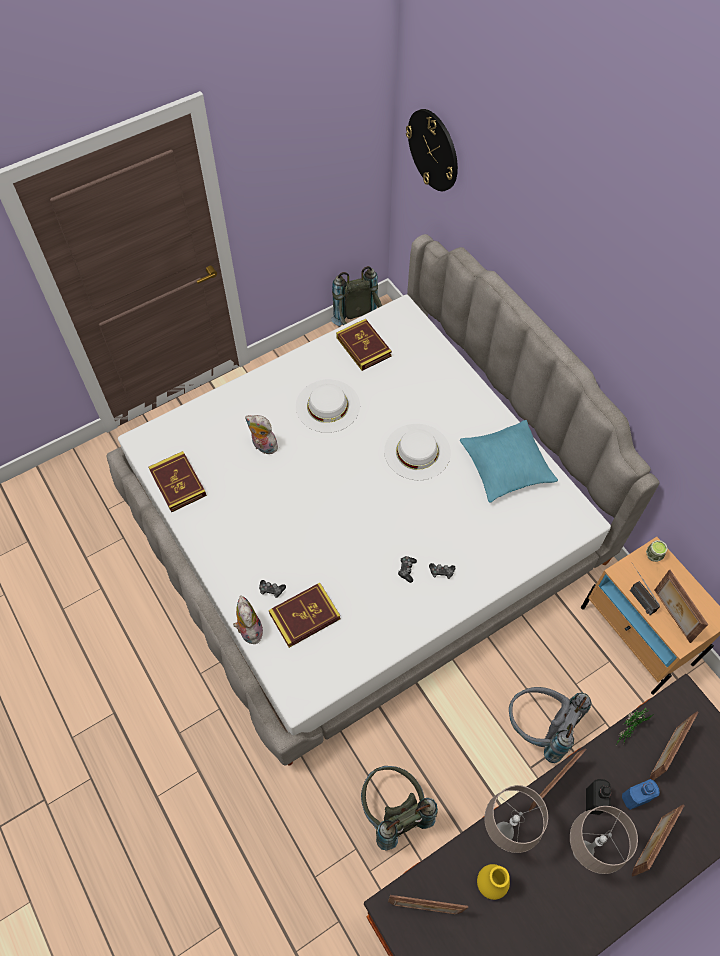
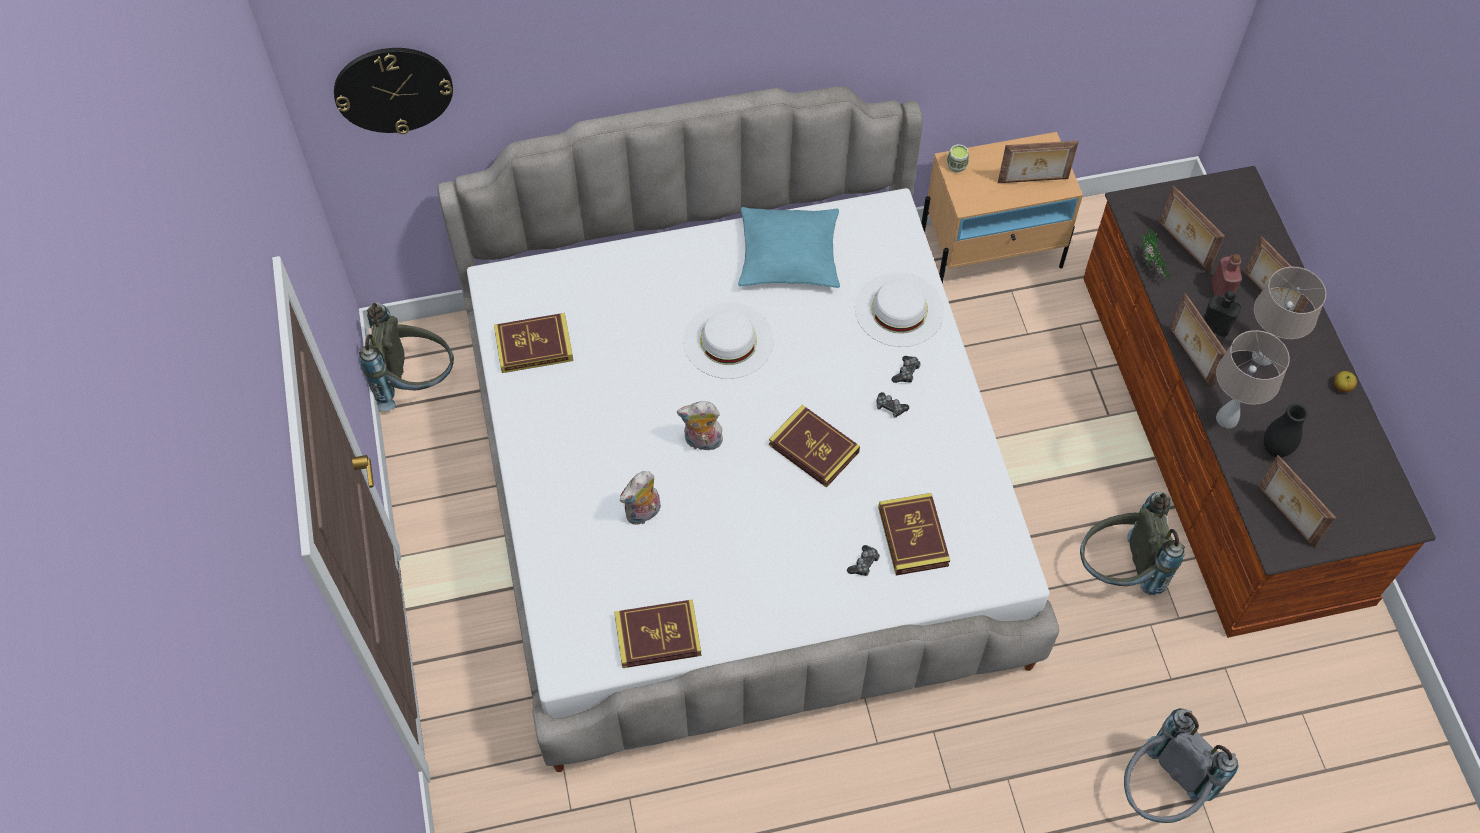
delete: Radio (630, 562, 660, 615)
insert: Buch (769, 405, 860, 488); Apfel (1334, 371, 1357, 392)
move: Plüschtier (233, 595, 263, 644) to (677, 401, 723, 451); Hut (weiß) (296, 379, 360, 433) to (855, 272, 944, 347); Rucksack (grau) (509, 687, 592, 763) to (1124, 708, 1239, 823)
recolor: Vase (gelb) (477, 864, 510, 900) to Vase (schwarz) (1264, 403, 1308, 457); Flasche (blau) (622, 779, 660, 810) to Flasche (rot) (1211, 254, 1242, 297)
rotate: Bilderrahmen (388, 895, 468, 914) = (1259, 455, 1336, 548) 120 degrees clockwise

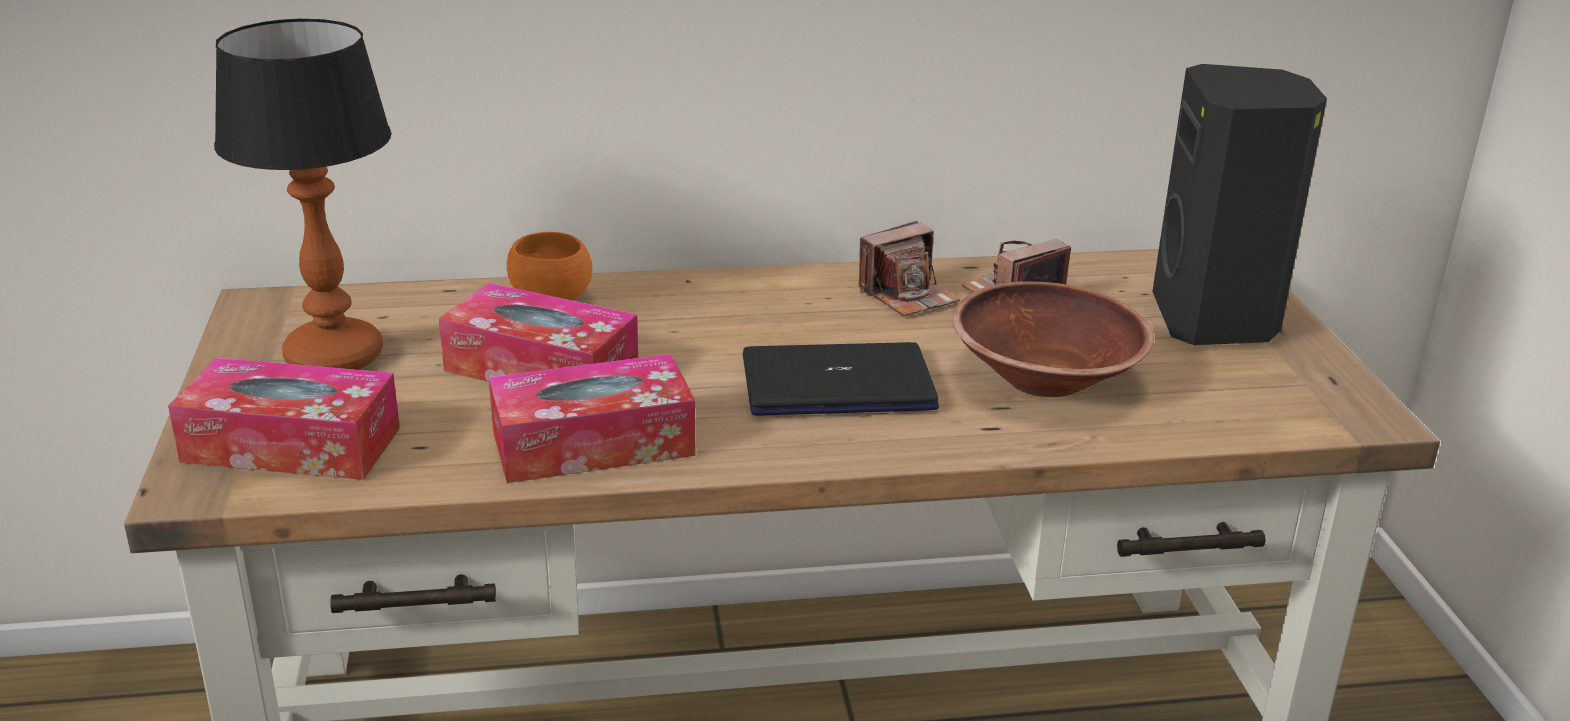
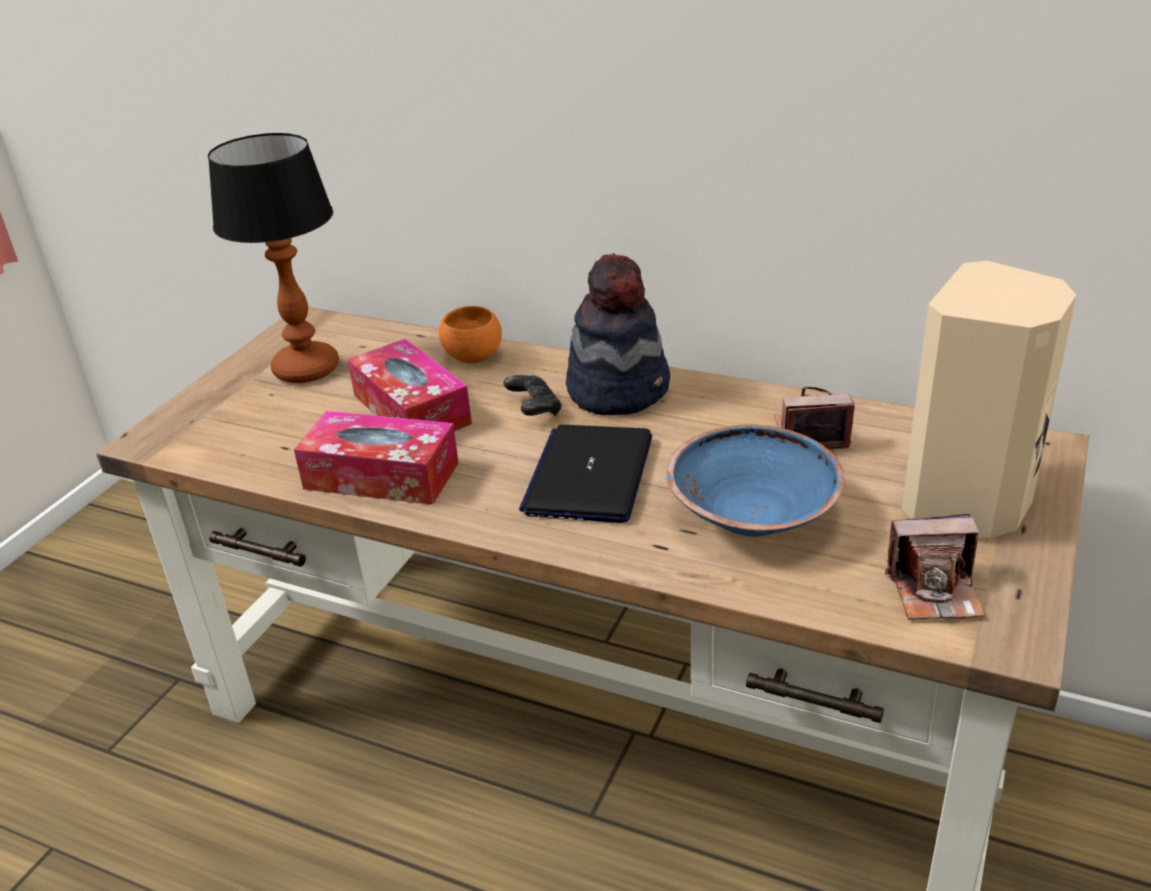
delete: Taschentuchbox (168, 358, 400, 480)
insert: Gamepad (schwarz) (503, 375, 562, 416); Hut (566, 253, 670, 415)
move: Kamera (858, 221, 960, 316) to (885, 514, 985, 620)
recolor: Schüssel (braun) (952, 281, 1154, 397) to Schüssel (blau) (666, 424, 845, 537); Lautsprecher (schwarz) (1152, 64, 1327, 345) to Lautsprecher (beige) (902, 261, 1076, 539)
rotate: Laptop (743, 342, 939, 416) = (519, 425, 652, 523) 105 degrees counterclockwise

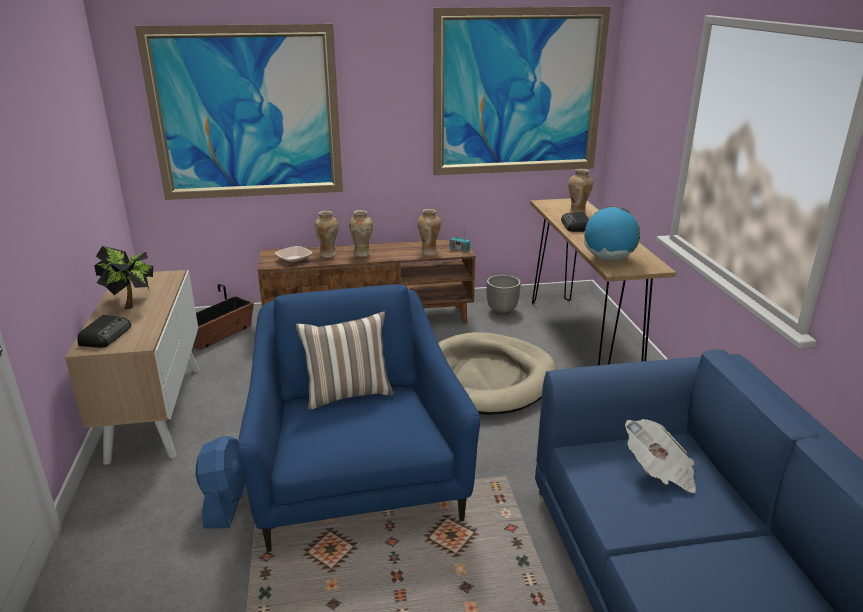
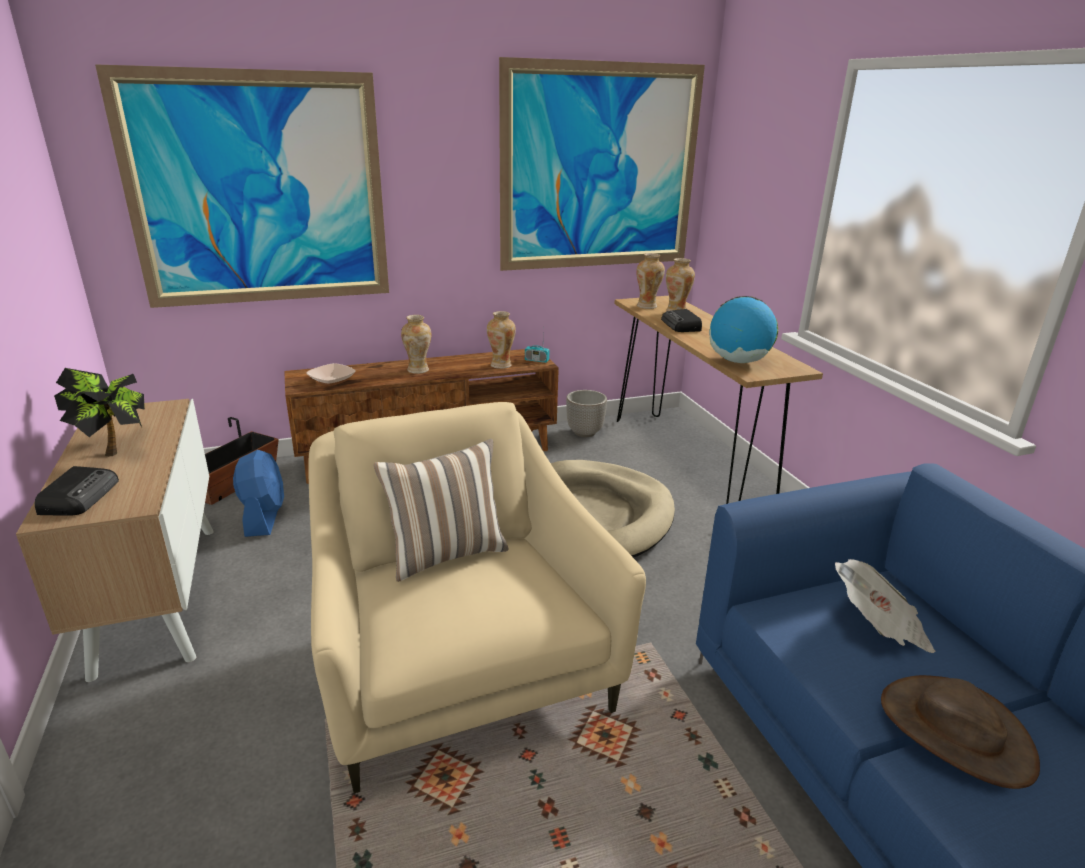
insert: Hut (braun) (881, 675, 1040, 789)
move: Ventilator (blau) (196, 436, 246, 528) to (233, 450, 284, 537); Vase (314, 211, 338, 258) to (636, 253, 665, 309)
recolor: Sessel (blau) (238, 284, 480, 552) to Sessel (beige) (308, 402, 646, 794)

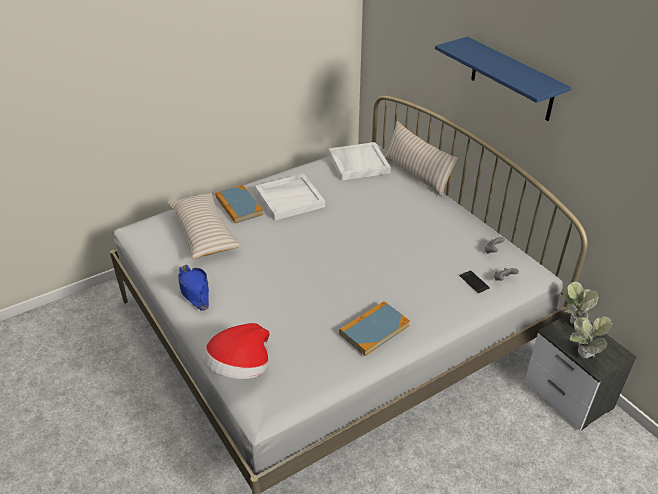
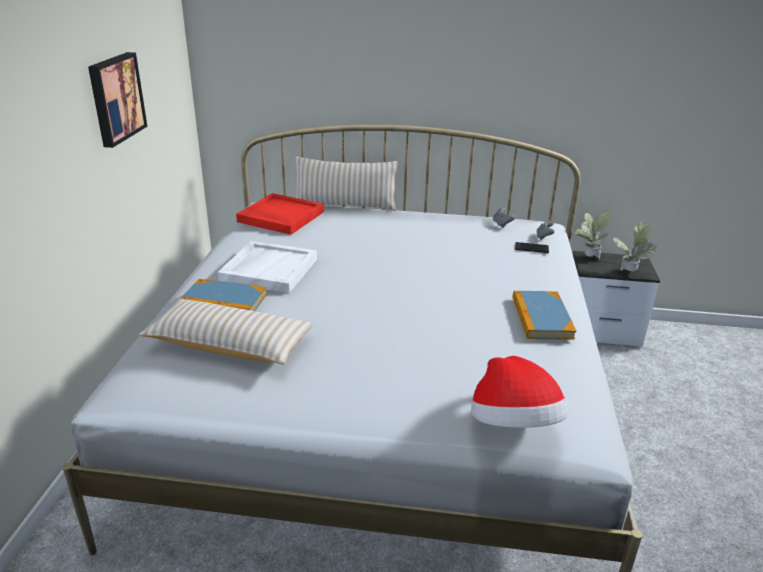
delete: Hut (blau) (178, 265, 209, 311); Wandregal (blau) (435, 37, 571, 121)
insert: Bild (88, 52, 147, 148)
recolor: Tablett (weiß) (329, 142, 391, 181) to Tablett (rot) (236, 193, 324, 235)

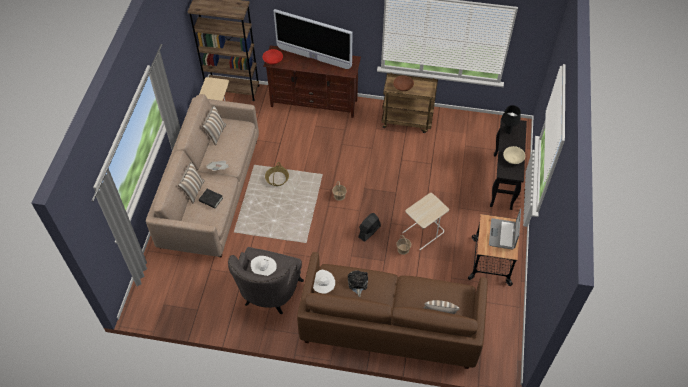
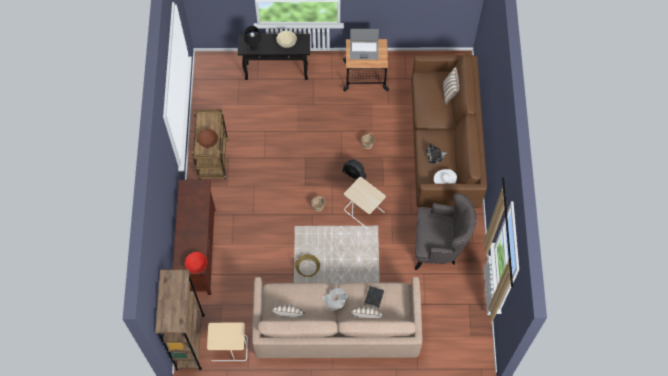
delete: Hut (weiß) (251, 256, 277, 276); Fernseher (273, 9, 353, 69)
move: Beistelltisch (beige) (402, 193, 449, 250) to (344, 177, 386, 230)

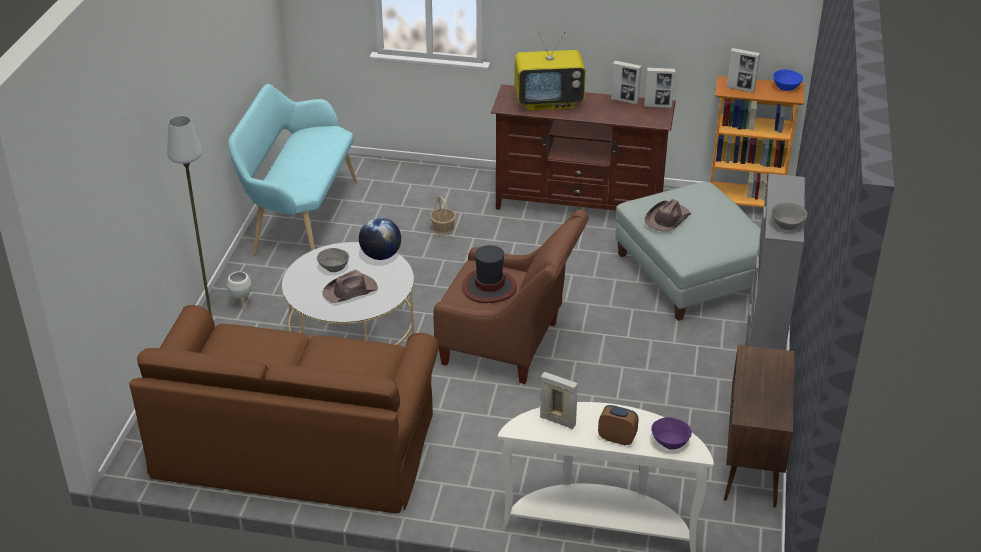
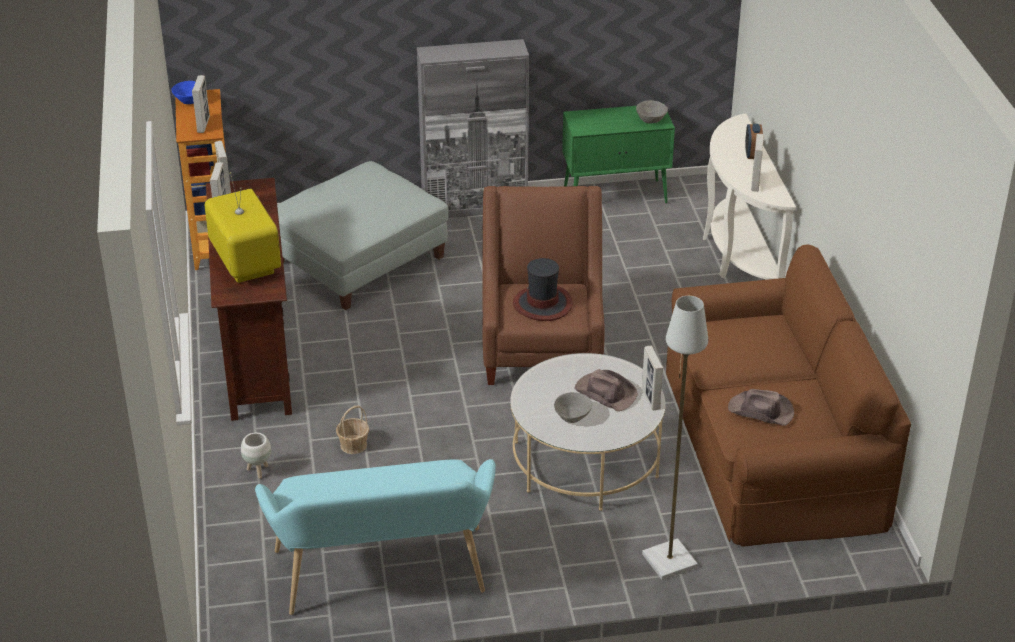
delete: Globus (359, 217, 401, 260); Schüssel (lila) (651, 417, 692, 450)
insert: Bilderrahmen (642, 346, 663, 410)
move: Pflanzkübel (weiß) (227, 271, 252, 309) to (241, 433, 271, 479); Hut (braun) (645, 199, 691, 232) to (728, 389, 794, 426); Schüssel (grau) (771, 203, 807, 230) to (636, 100, 668, 123)
recolor: Schrank (braun) (724, 345, 795, 507) to Schrank (grün) (562, 103, 675, 204)

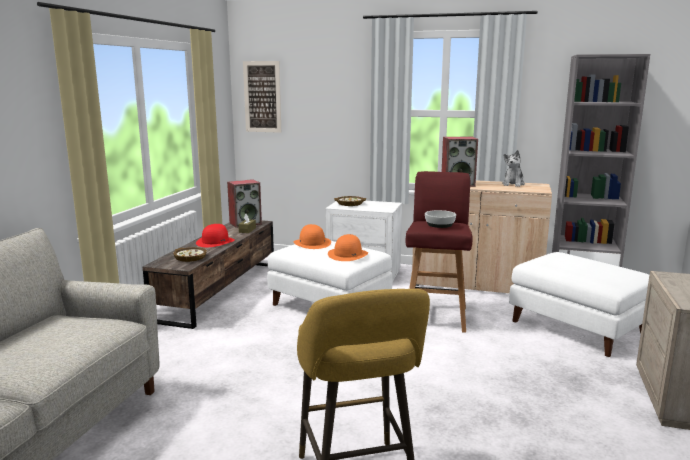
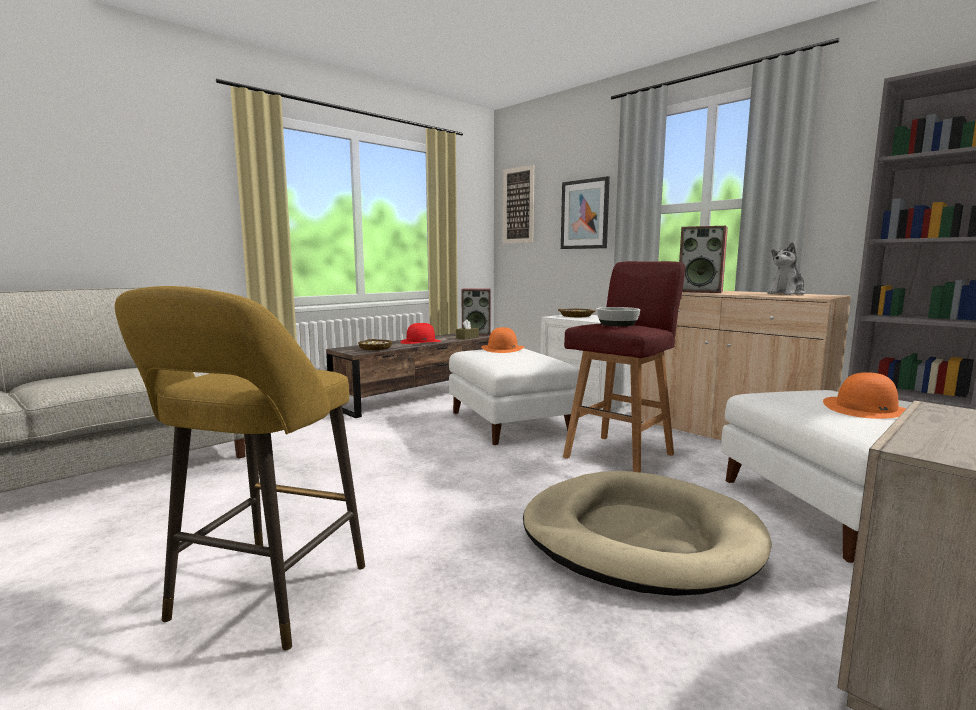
insert: Hundebett (beige) (523, 471, 772, 596); Bild (561, 176, 610, 249)
move: Hut (orange) (328, 234, 368, 261) to (823, 372, 907, 419)

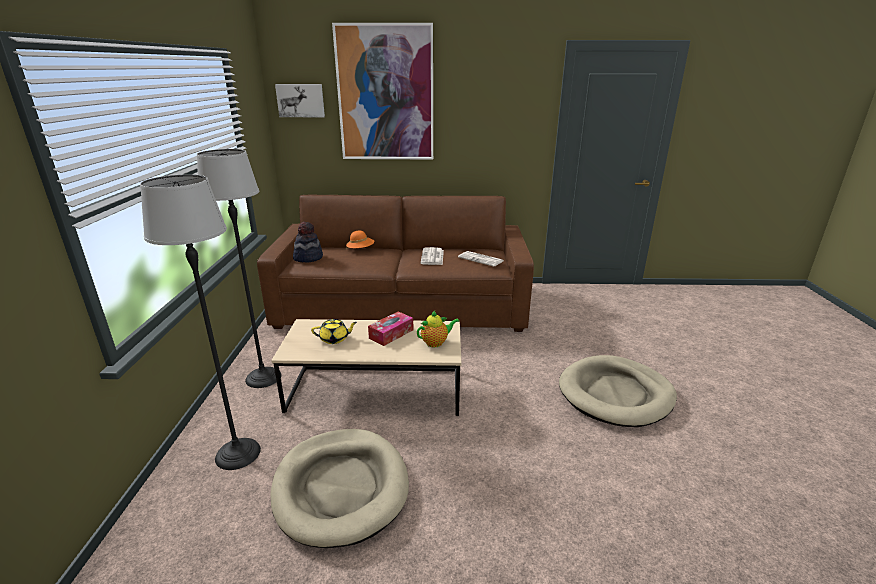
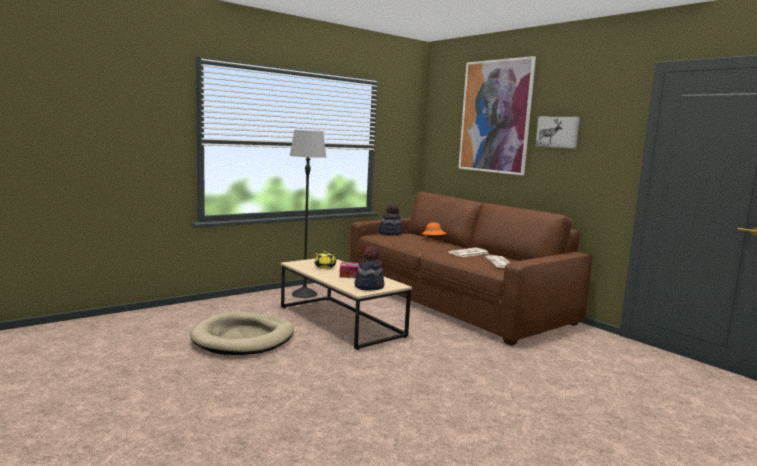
delete: Stehlampe (140, 174, 261, 470); Hundebett (beige) (559, 355, 677, 427)
move: Bild (275, 84, 325, 117) to (536, 117, 580, 148)
replace: Teekanne (417, 311, 460, 347) to Hut (355, 246, 384, 290)

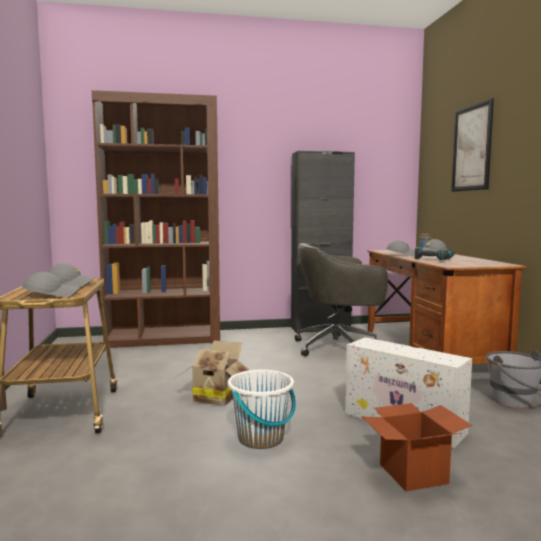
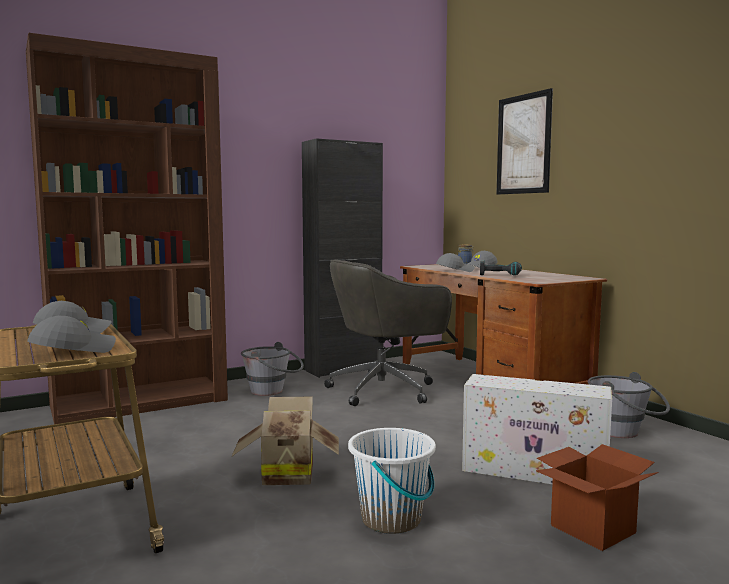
insert: Eimer (grau) (241, 342, 304, 396)

